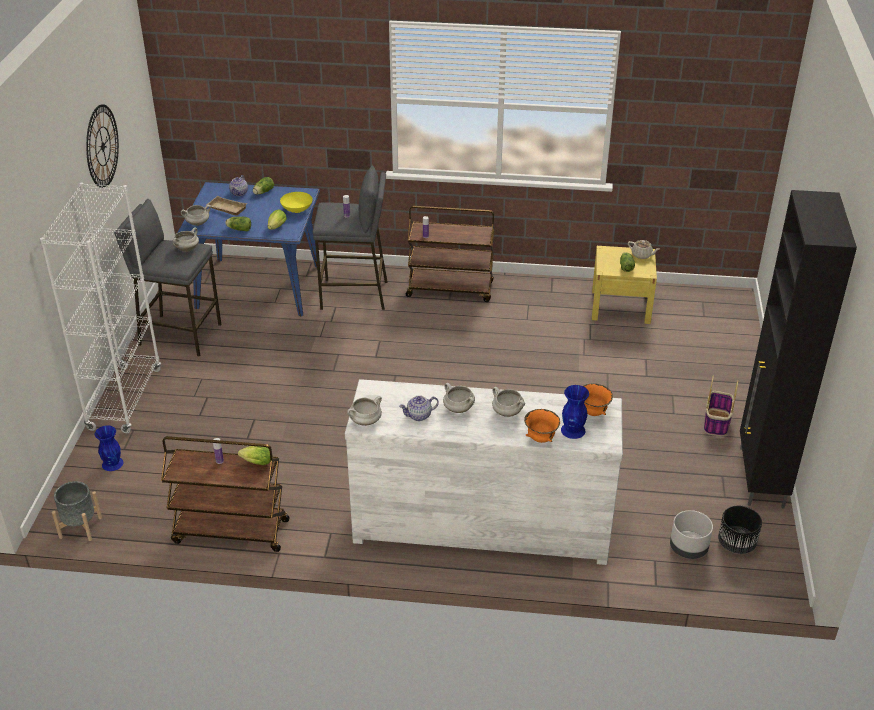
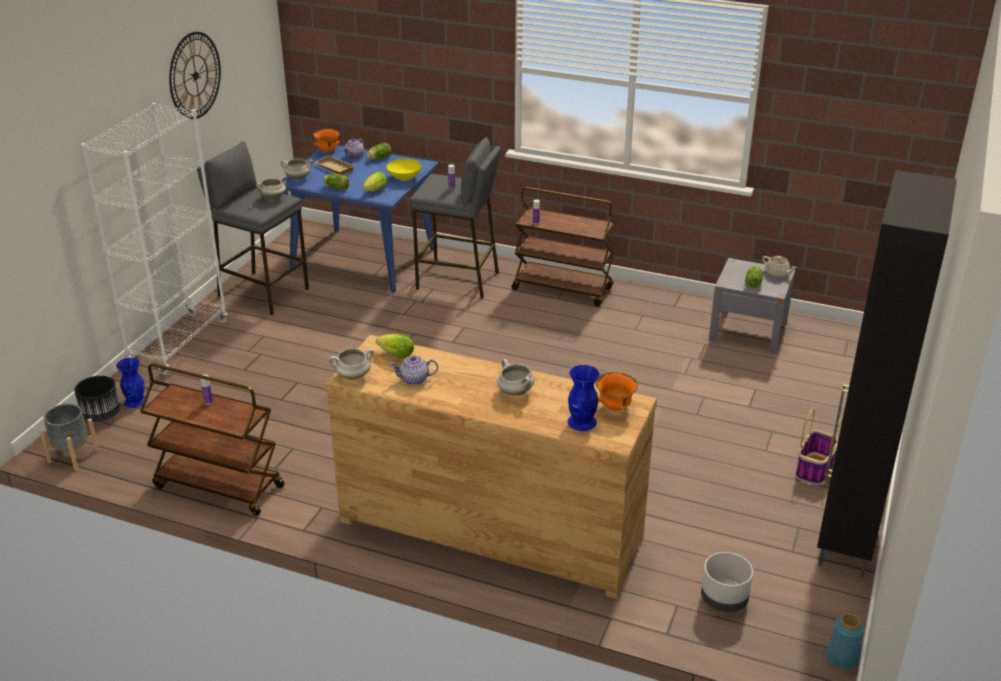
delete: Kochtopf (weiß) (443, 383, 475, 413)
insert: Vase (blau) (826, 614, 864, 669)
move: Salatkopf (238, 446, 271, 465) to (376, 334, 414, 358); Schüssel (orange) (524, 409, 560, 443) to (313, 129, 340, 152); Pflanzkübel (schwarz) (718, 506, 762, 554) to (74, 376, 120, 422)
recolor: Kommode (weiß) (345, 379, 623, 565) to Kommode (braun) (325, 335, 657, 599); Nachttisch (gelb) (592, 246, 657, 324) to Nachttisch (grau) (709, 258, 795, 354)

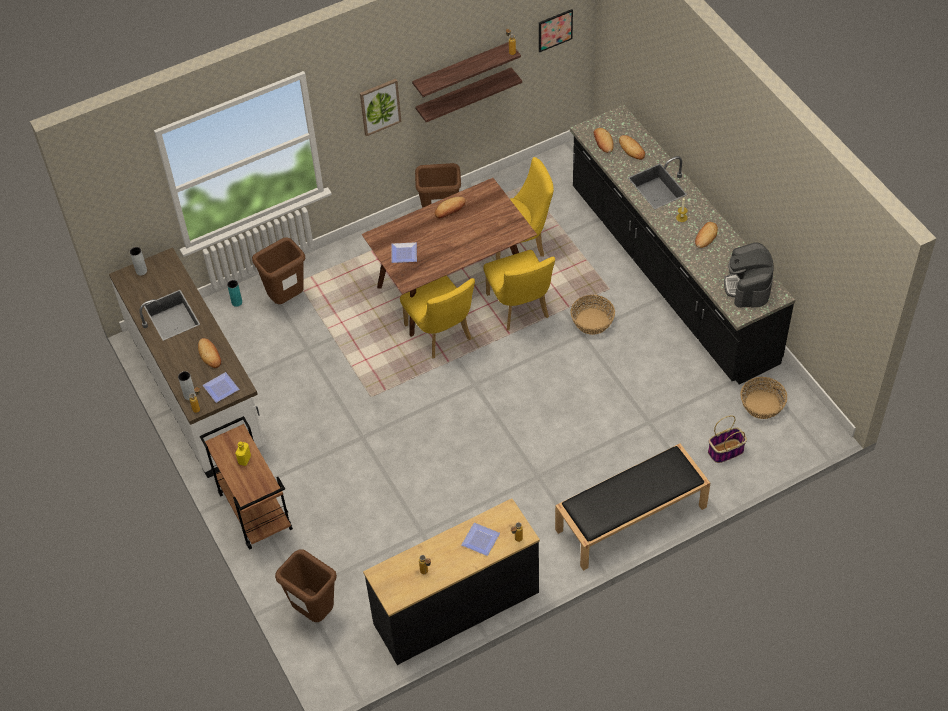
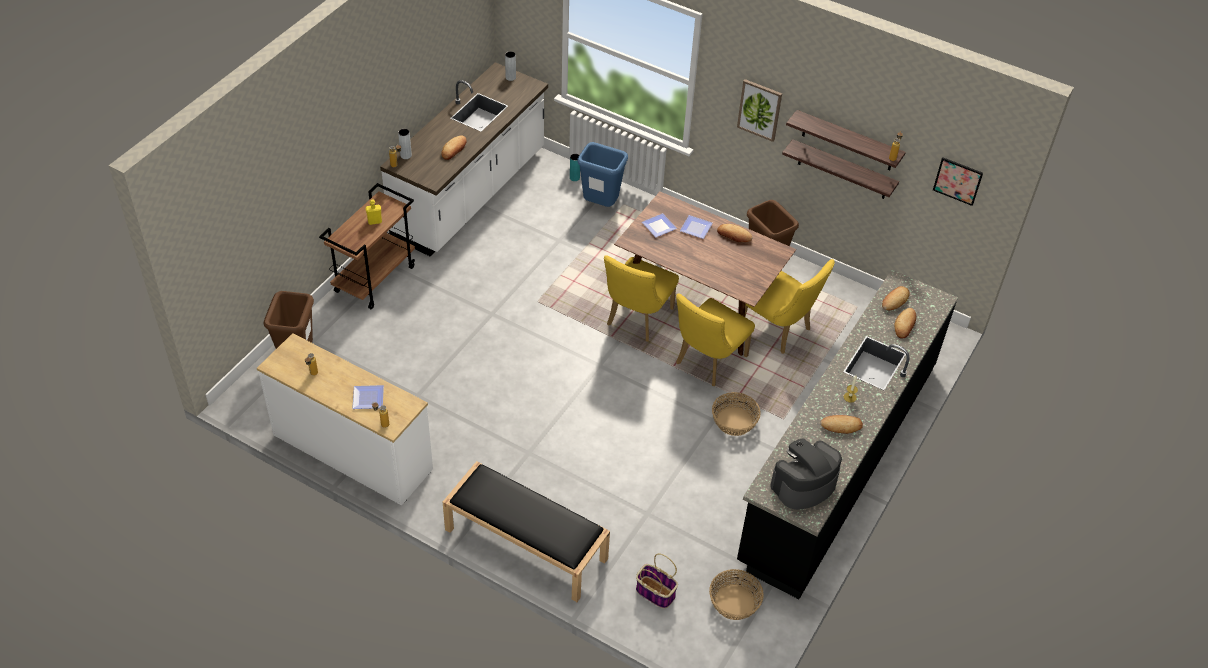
move: Teller (203, 372, 239, 403) to (680, 215, 713, 239)
recolor: Mülleimer (braun) (252, 237, 305, 304) to Mülleimer (blau) (577, 142, 628, 207); Kommode (schwarz) (363, 498, 540, 665) to Kommode (weiß) (257, 333, 433, 506)

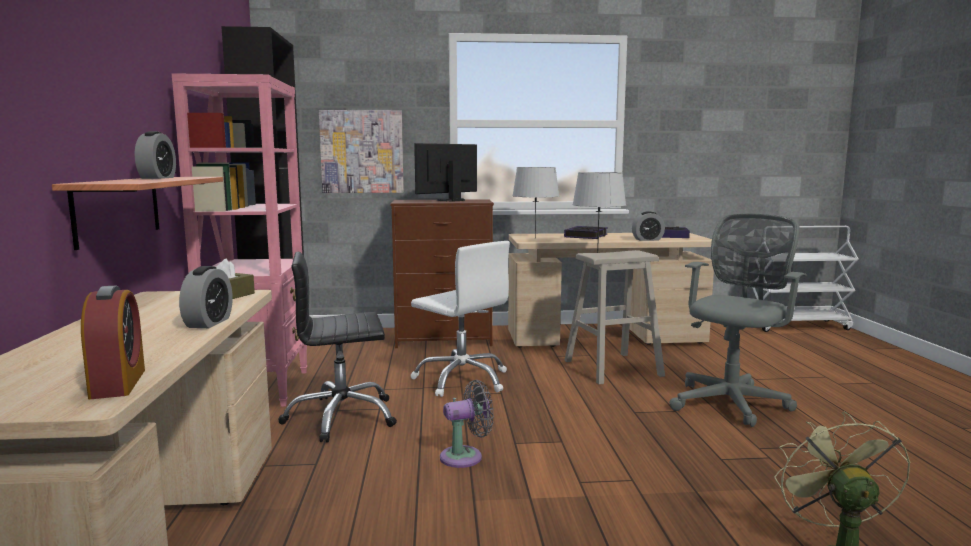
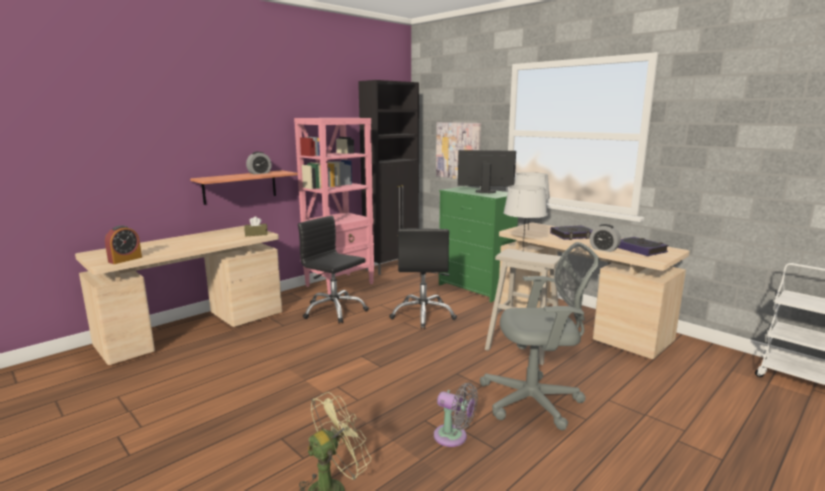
delete: Wecker (179, 266, 233, 328)
move: Ventilator (grau) (440, 380, 494, 468) to (434, 383, 478, 447)
recolor: Kommode (braun) (390, 199, 494, 348) to Kommode (grün) (439, 186, 518, 302); Bürostuhl (weiß) (410, 241, 510, 397) to Bürostuhl (schwarz) (389, 229, 457, 329)

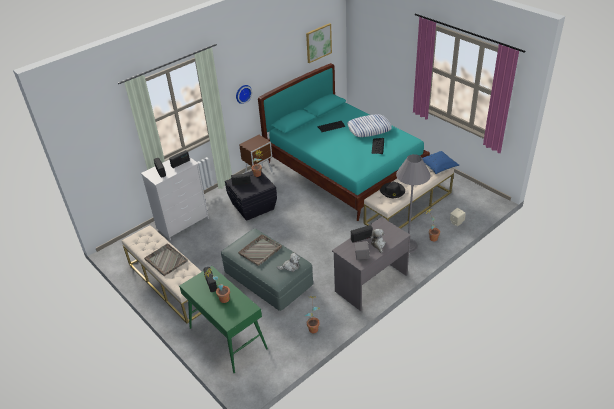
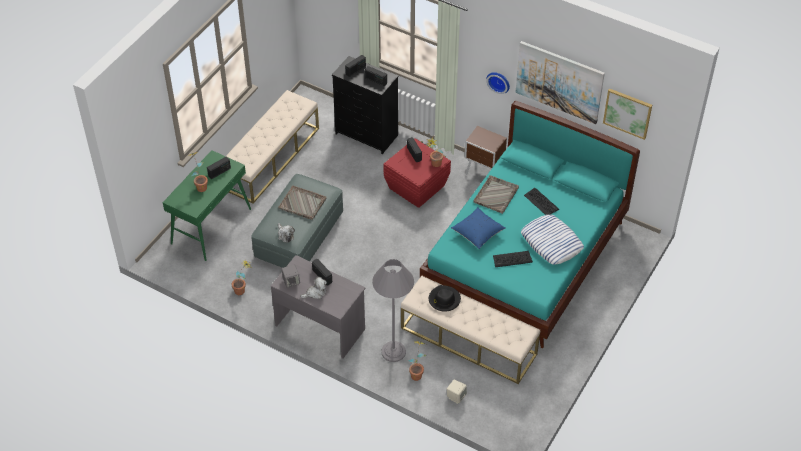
insert: Bild (515, 41, 605, 124)
move: Tablett (grau) (144, 243, 188, 276) to (473, 175, 519, 214); Kissen (blau) (422, 151, 460, 174) to (451, 207, 505, 249)
recolor: Kommode (weiß) (141, 157, 209, 240) to Kommode (schwarz) (332, 56, 399, 154); Aufbewahrungsbox (schwarz) (225, 170, 277, 221) to Aufbewahrungsbox (rot) (383, 138, 451, 208)

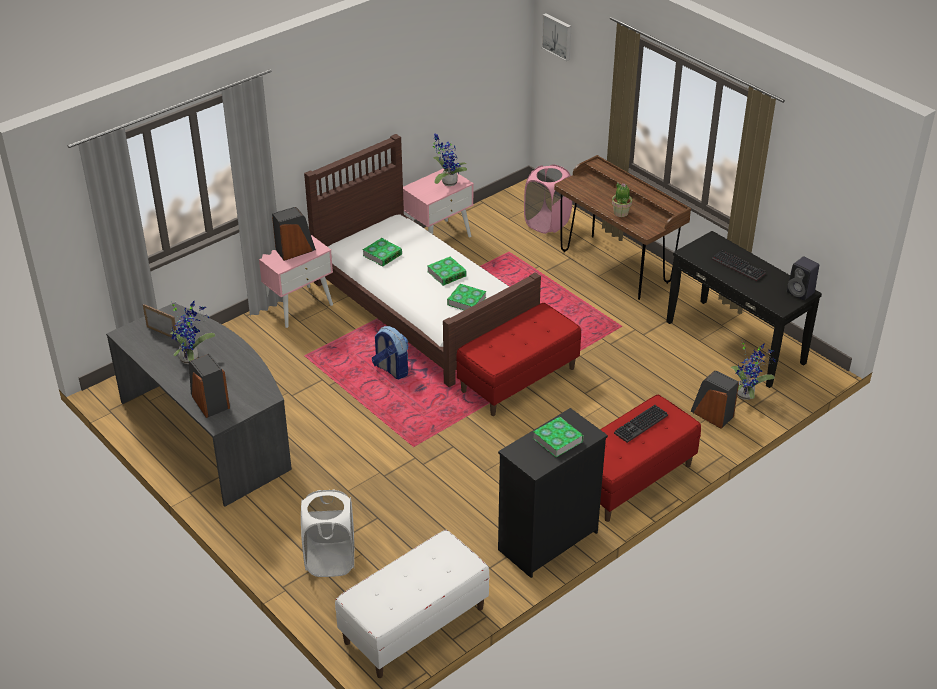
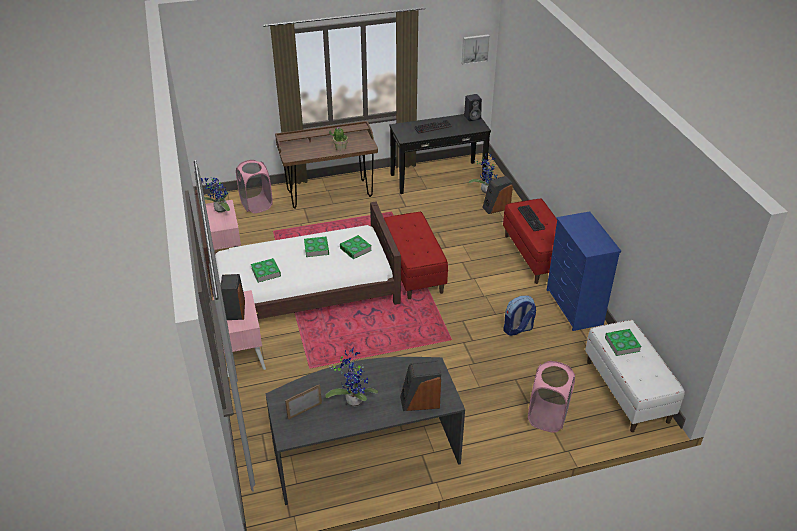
move: Rucksack (372, 326, 408, 379) to (504, 296, 536, 336); Buch (533, 417, 584, 457) to (605, 329, 642, 356); Bild (541, 13, 571, 61) to (462, 34, 490, 64)
recolor: Wäschekorb (weiß) (301, 489, 354, 577) to Wäschekorb (rosa) (528, 361, 575, 433); Kommode (schwarz) (498, 408, 608, 578) to Kommode (blau) (546, 211, 621, 331)

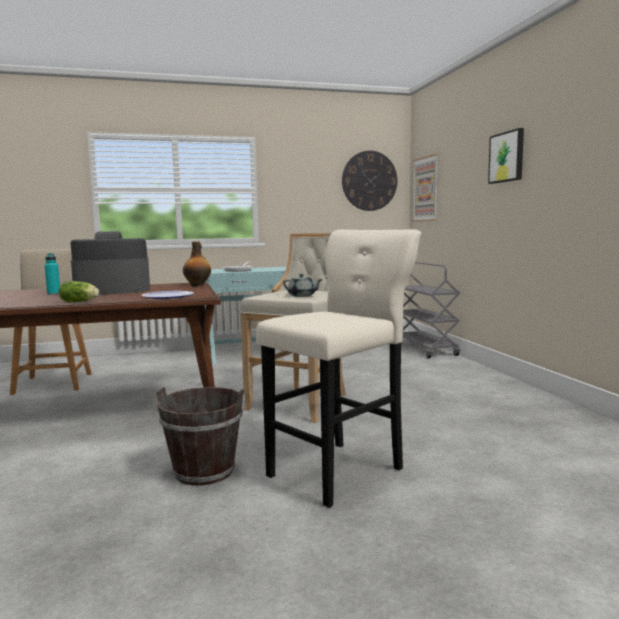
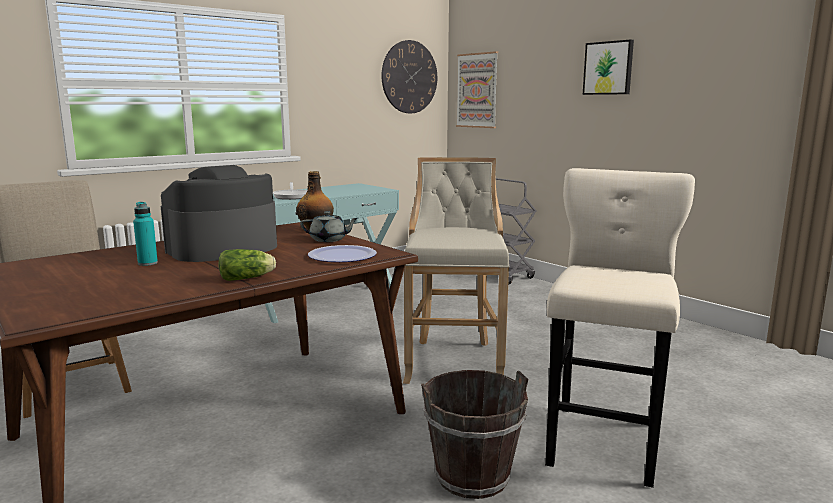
move: Teekanne (grau) (283, 274, 323, 297) to (300, 211, 358, 242)

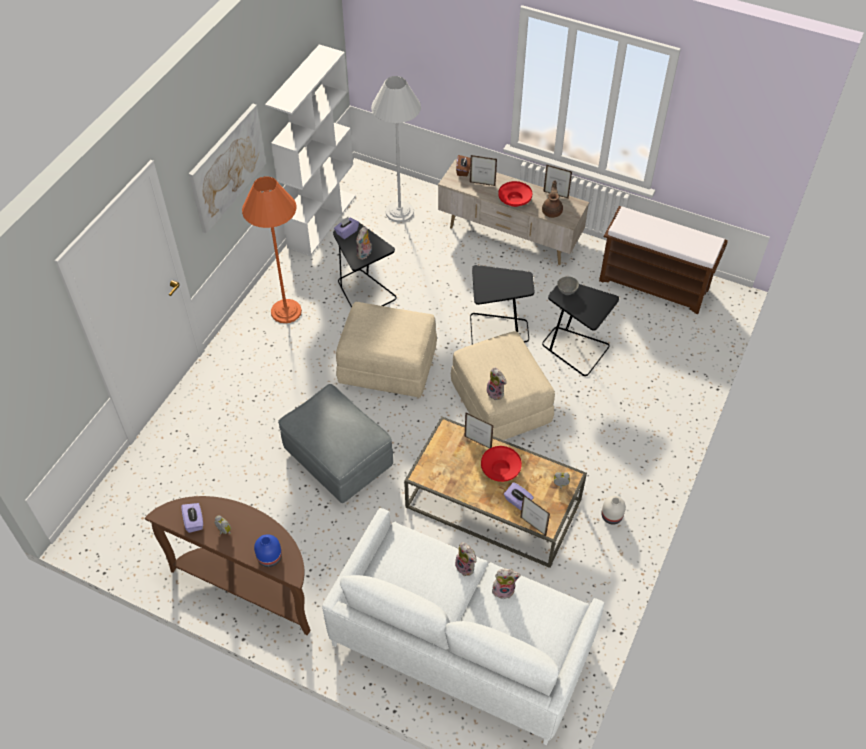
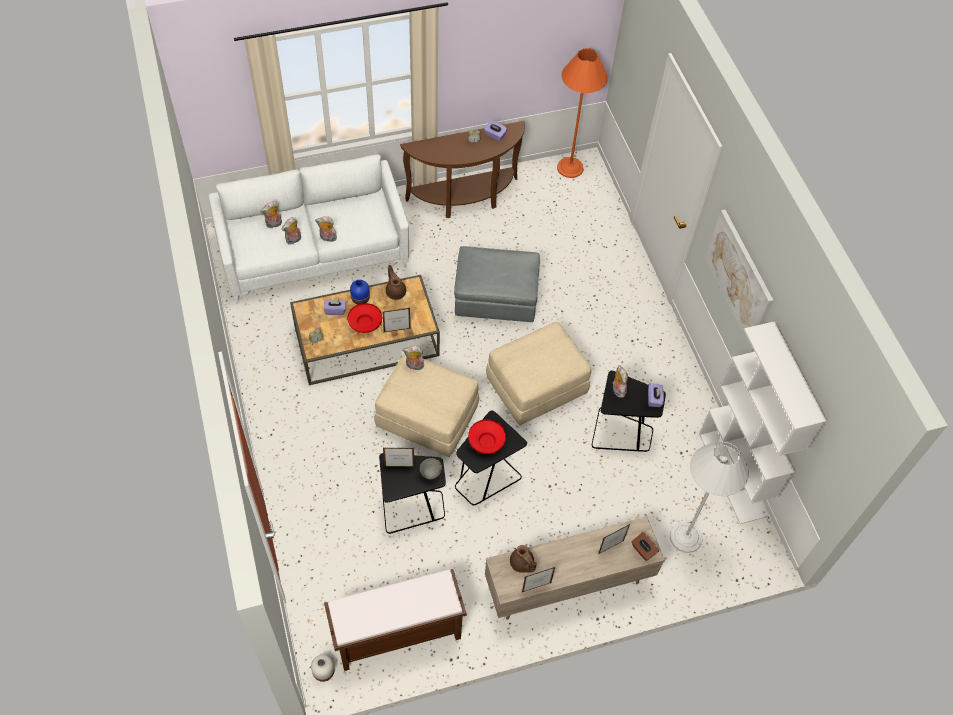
insert: Plüschtier (260, 201, 282, 228); Teekanne (braun) (386, 265, 406, 300)
move: Stehlampe (orange) (242, 176, 302, 323) to (557, 48, 608, 178); Vase (blau) (254, 534, 282, 567) to (350, 280, 370, 304); Schüssel (rot) (498, 181, 532, 207) to (468, 419, 506, 454); Bilderrahmen (520, 494, 550, 536) to (383, 448, 414, 467); Vase (weiß) (601, 496, 626, 525) to (311, 655, 334, 682)

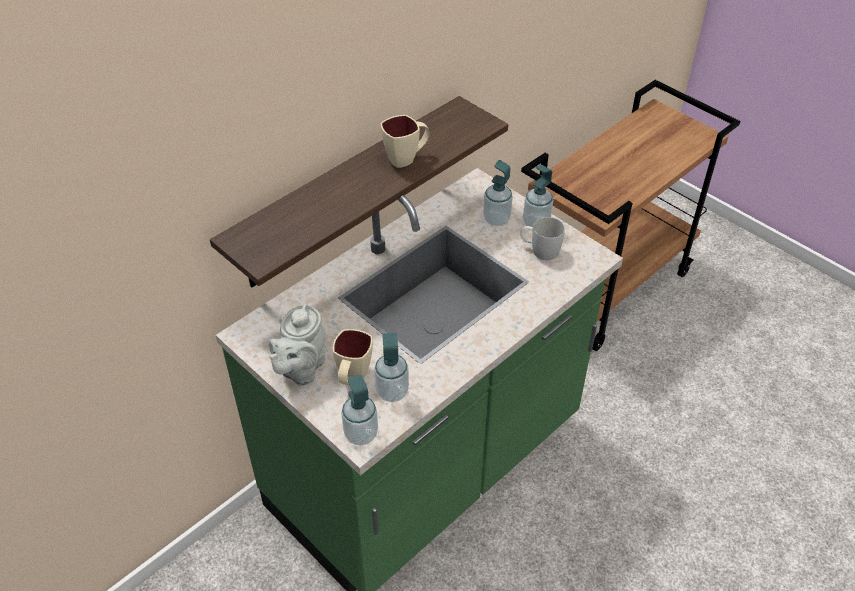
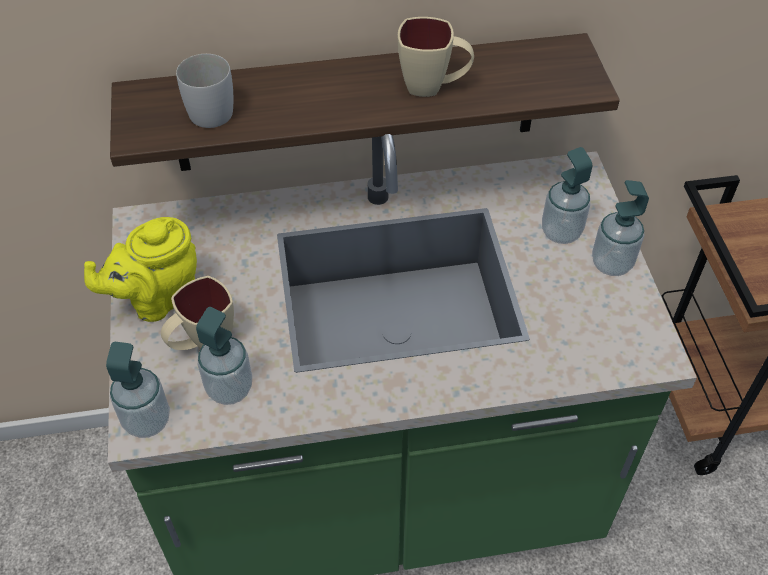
move: Henkelbecher (weiß) (520, 217, 565, 260) to (176, 54, 233, 128)
recolor: Teekanne (grau) (269, 304, 325, 385) to Teekanne (gelb) (84, 217, 197, 322)

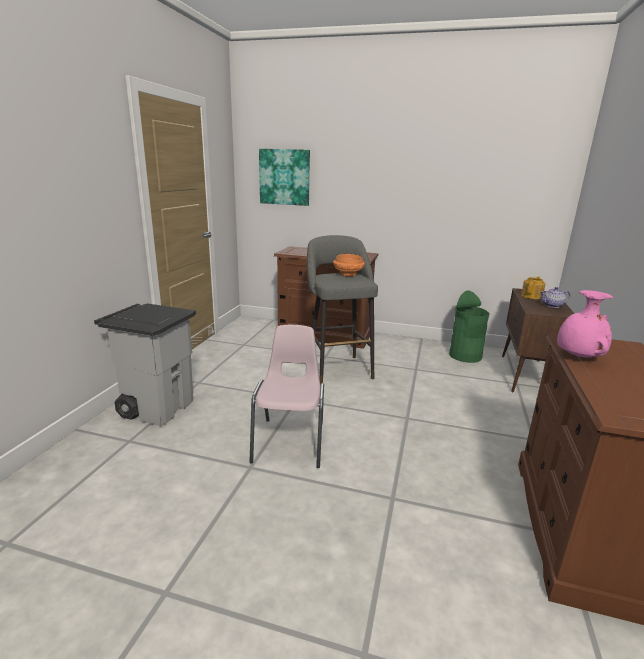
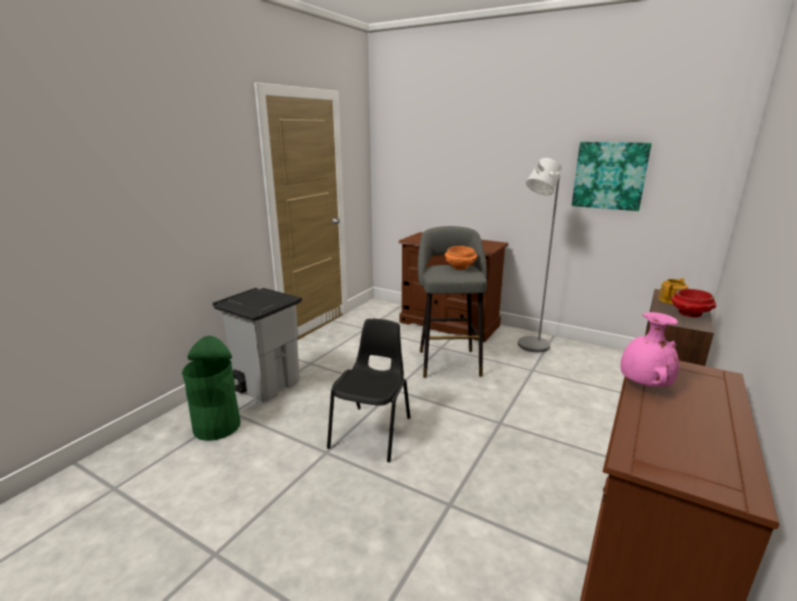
insert: Stehlampe (grau) (518, 158, 562, 352)
move: Bild (259, 149, 310, 206) to (572, 142, 652, 211); Mülleimer (grün) (449, 291, 490, 363) to (182, 336, 241, 441)
replace: Teekanne (540, 287, 571, 308) to Schüssel (rot) (671, 289, 716, 317)
recolor: Stuhl (rosa) (249, 325, 324, 468) to Stuhl (schwarz) (327, 319, 410, 463)

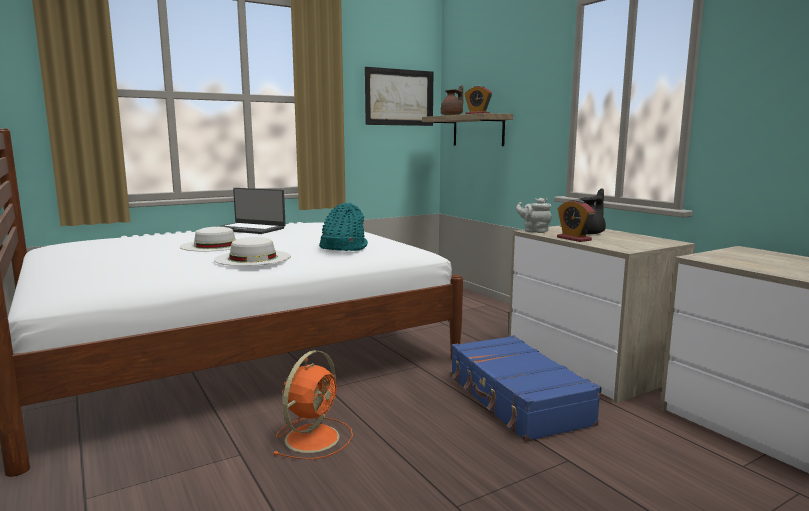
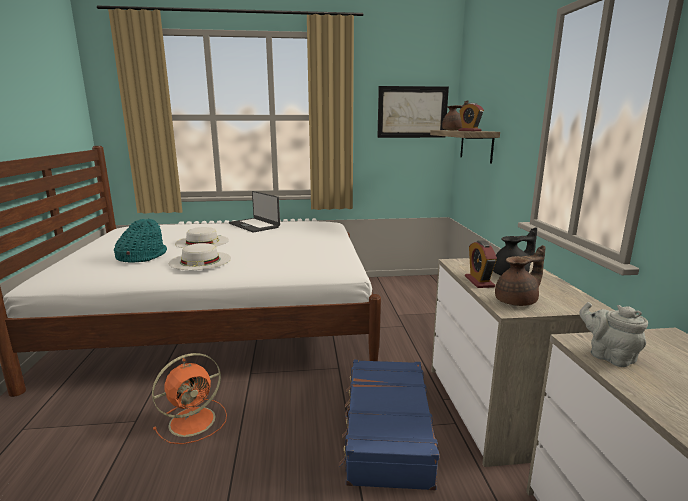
insert: Teekanne (braun) (495, 245, 546, 306)
move: Hut (türkis) (319, 203, 368, 251) to (114, 219, 167, 263); Teekanne (grau) (516, 198, 552, 233) to (579, 302, 648, 367)

